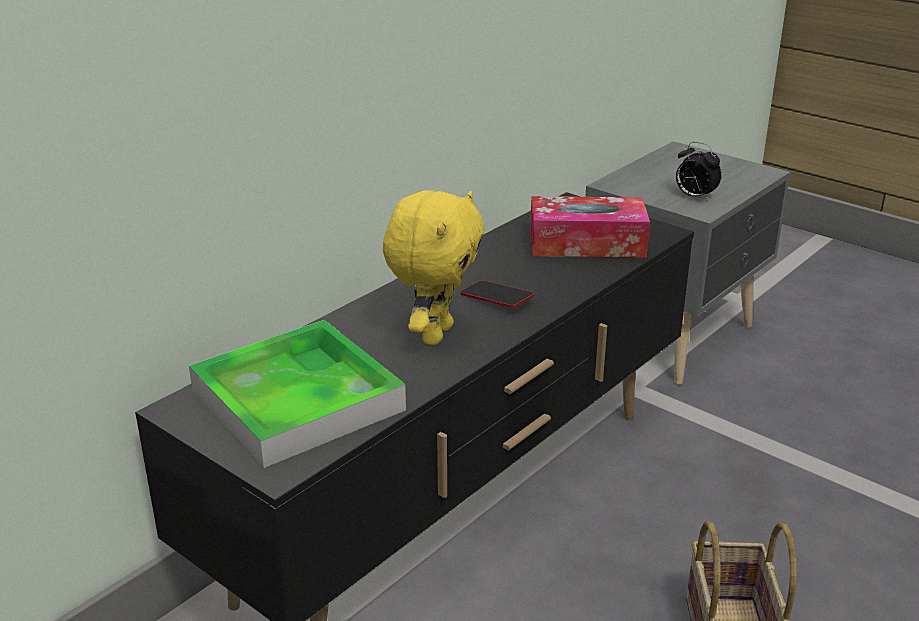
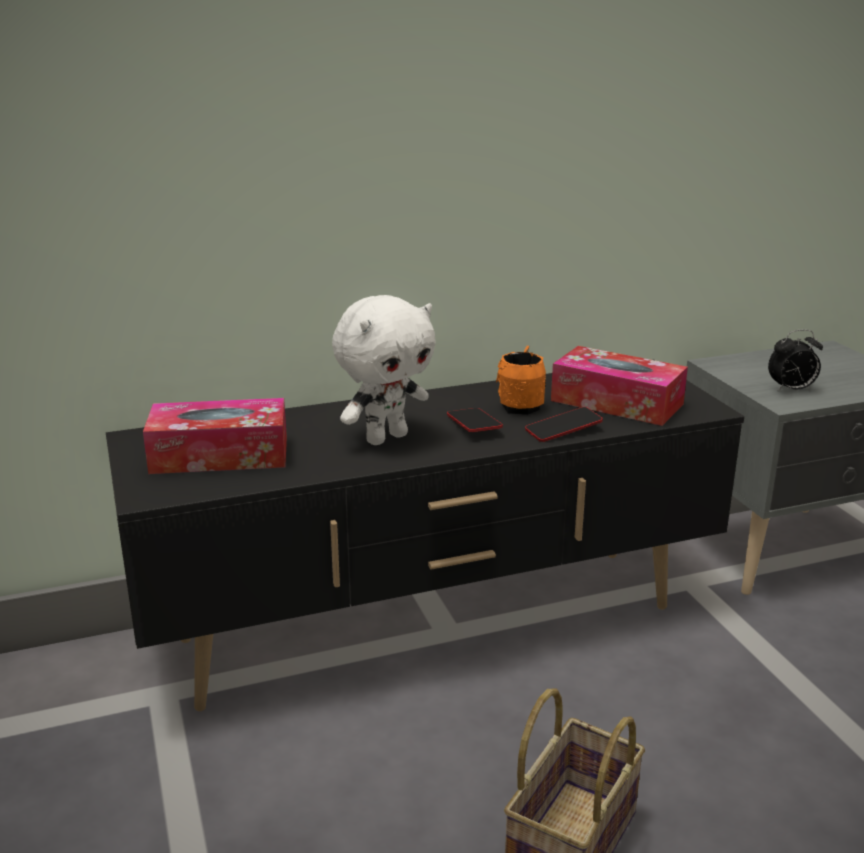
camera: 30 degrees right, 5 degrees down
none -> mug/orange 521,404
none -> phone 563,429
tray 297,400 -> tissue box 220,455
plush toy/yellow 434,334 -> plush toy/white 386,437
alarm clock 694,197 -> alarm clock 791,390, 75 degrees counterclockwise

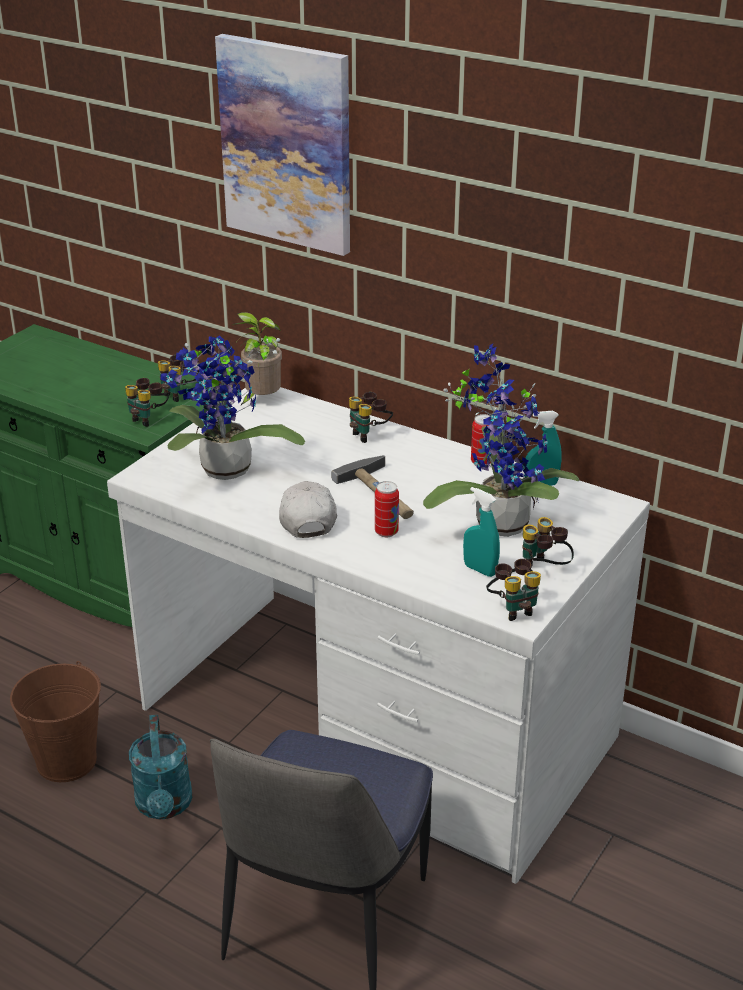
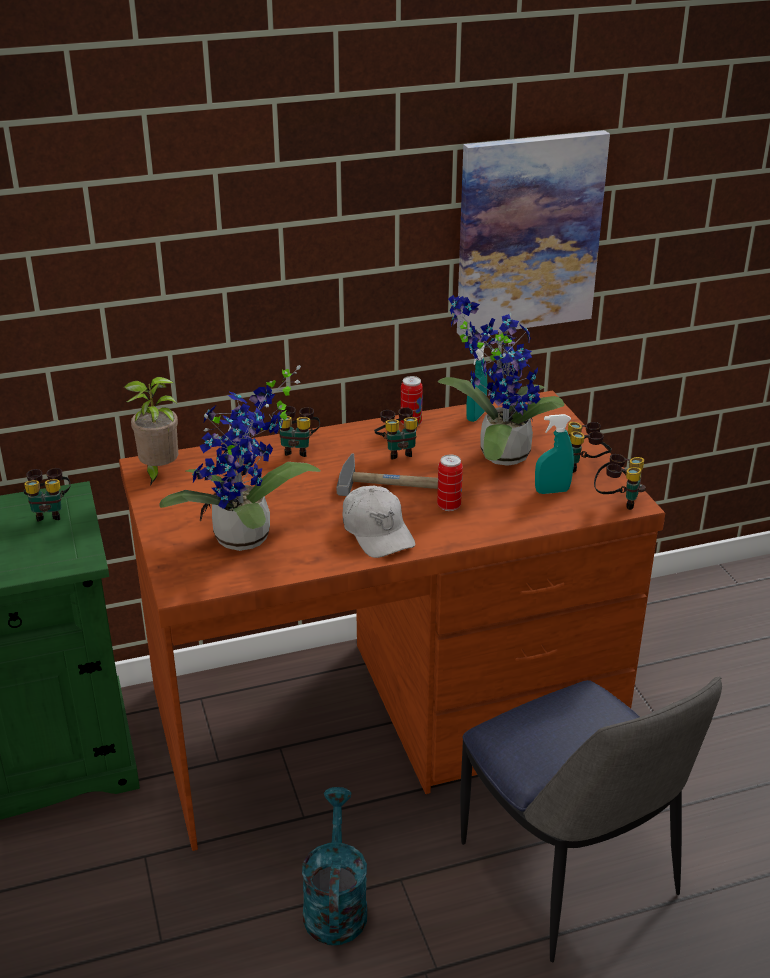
camera: 50 degrees left, 0 degrees up
bucket/brown 66,761 -> none
binoculars 148,419 -> binoculars 398,451, move
picture 287,144 -> picture 528,234, move
desk/white 376,725 -> desk/brown 385,718
watering can/turquoise 164,806 -> watering can/turquoise 335,903, 120 degrees counterclockwise
cap/white 307,518 -> cap/white 377,532, 150 degrees counterclockwise

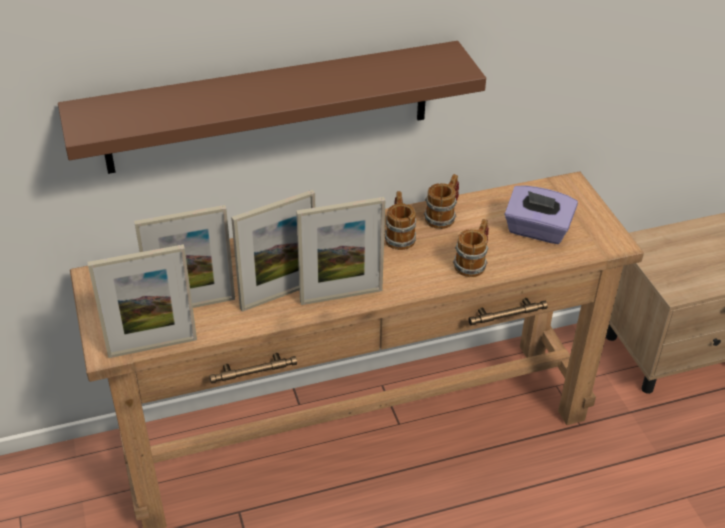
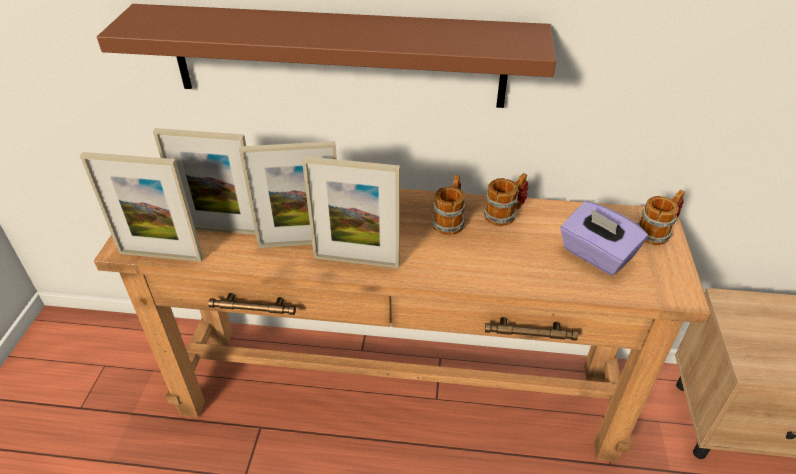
camera: 25 degrees right, 0 degrees up
mug 473,263 -> mug 657,232, move

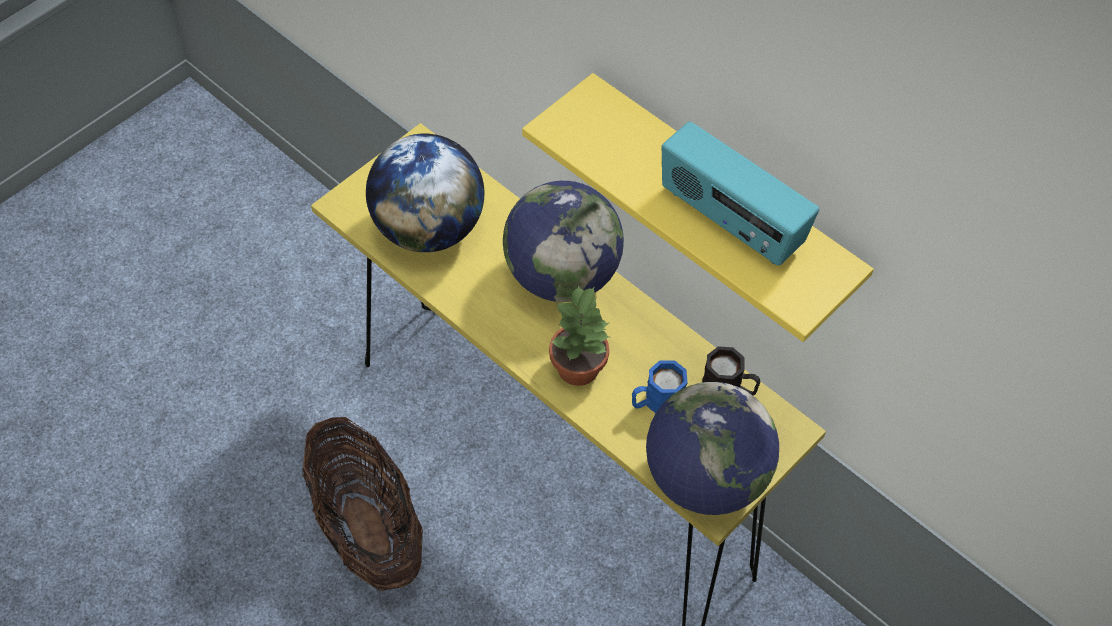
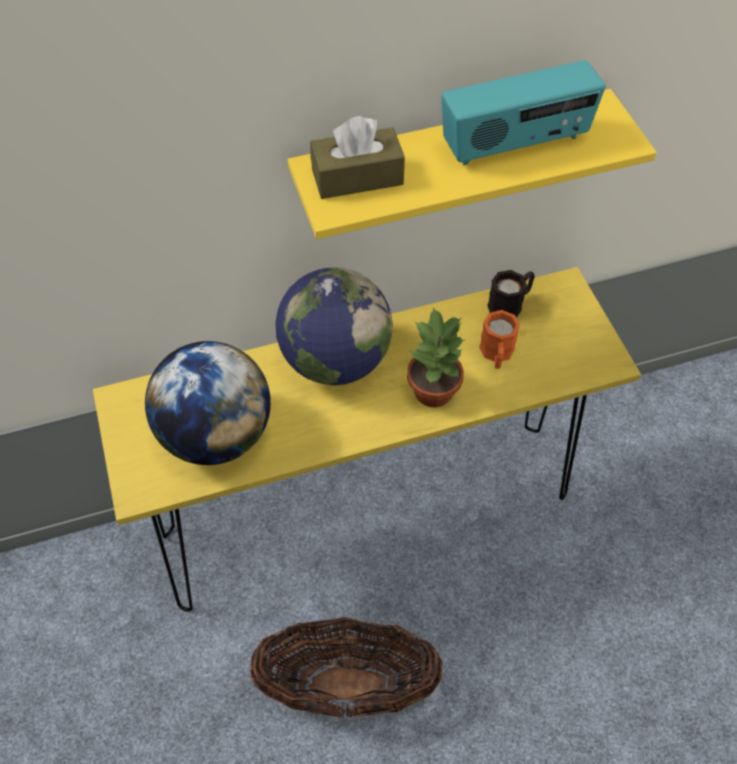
camera: 60 degrees left, 0 degrees up
globe 705,479 -> none
none -> tissue box/brown 357,177
mug/blue 656,402 -> mug/orange 496,354

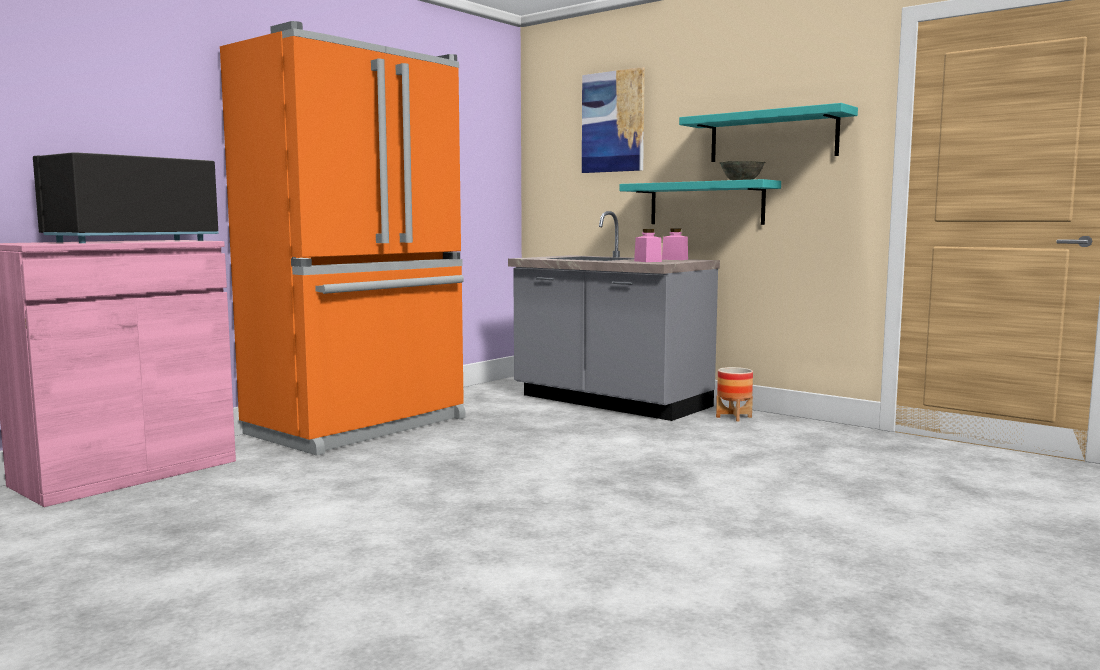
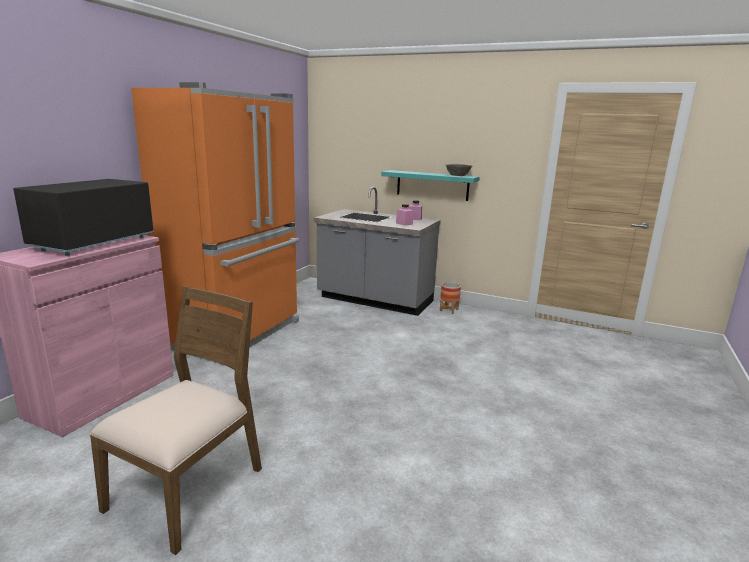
camera: 15 degrees left, 10 degrees up
picture 613,122 -> none
shelf/turquoise 773,136 -> none
none -> chair/brown 189,489

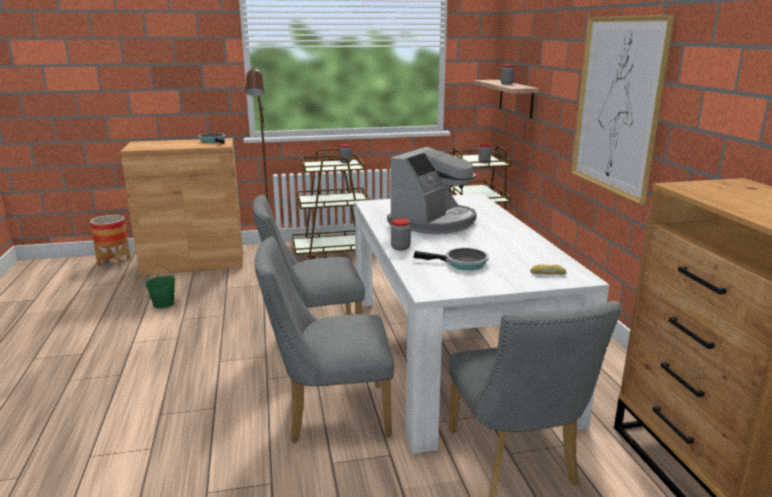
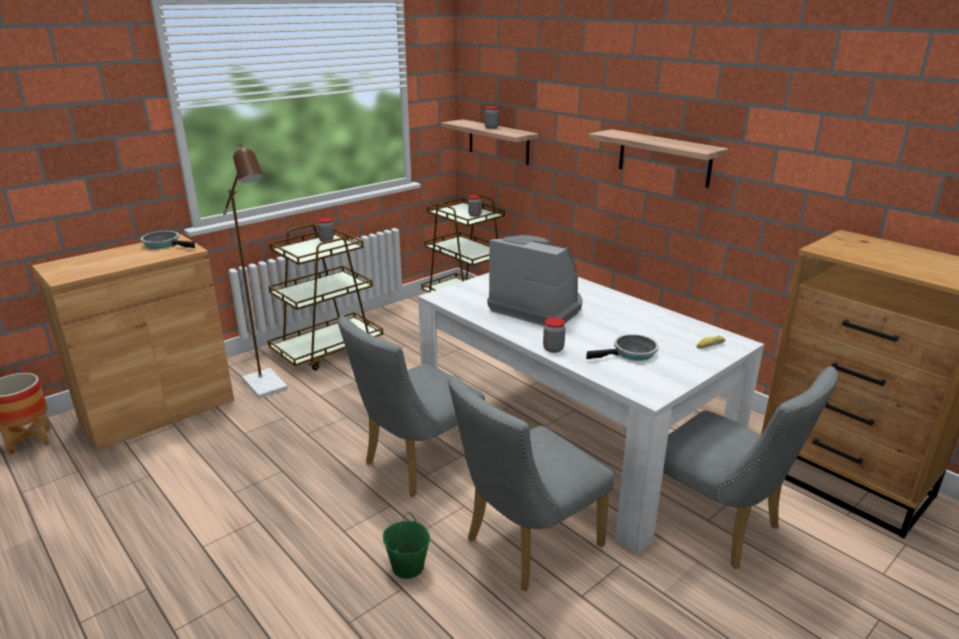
camera: 30 degrees left, 5 degrees up
bucket/green 163,304 -> bucket/green 407,567, move
picture 617,105 -> shelf 664,158
coffee machine 433,222 -> coffee machine 537,307, 60 degrees counterclockwise

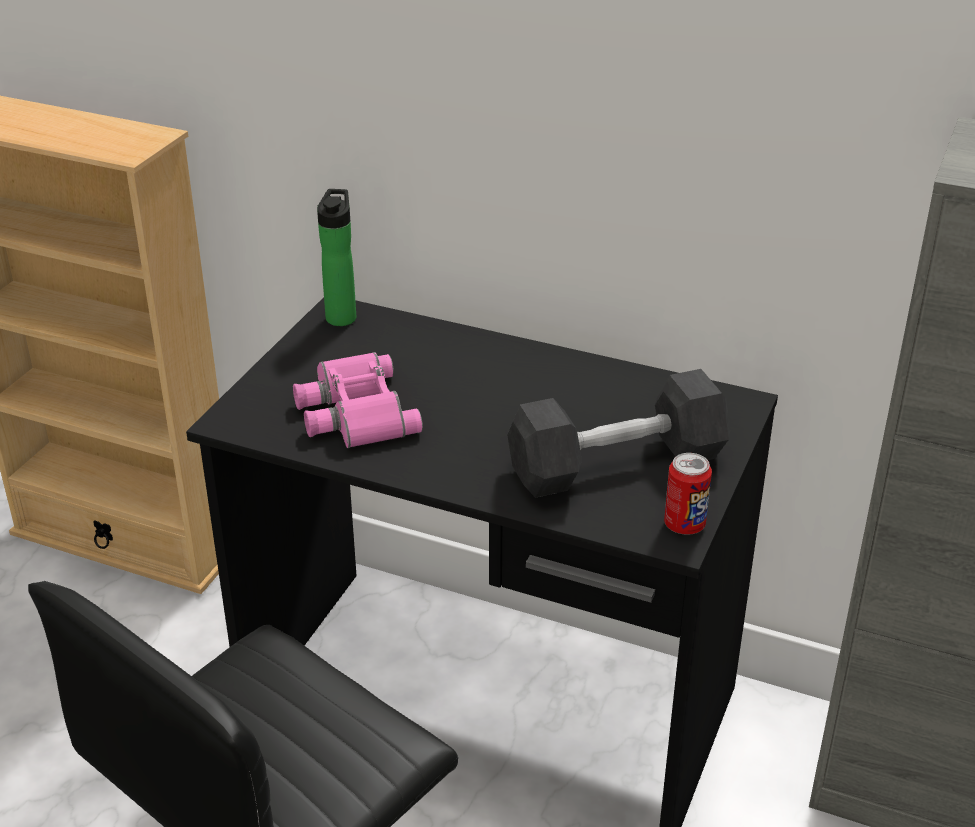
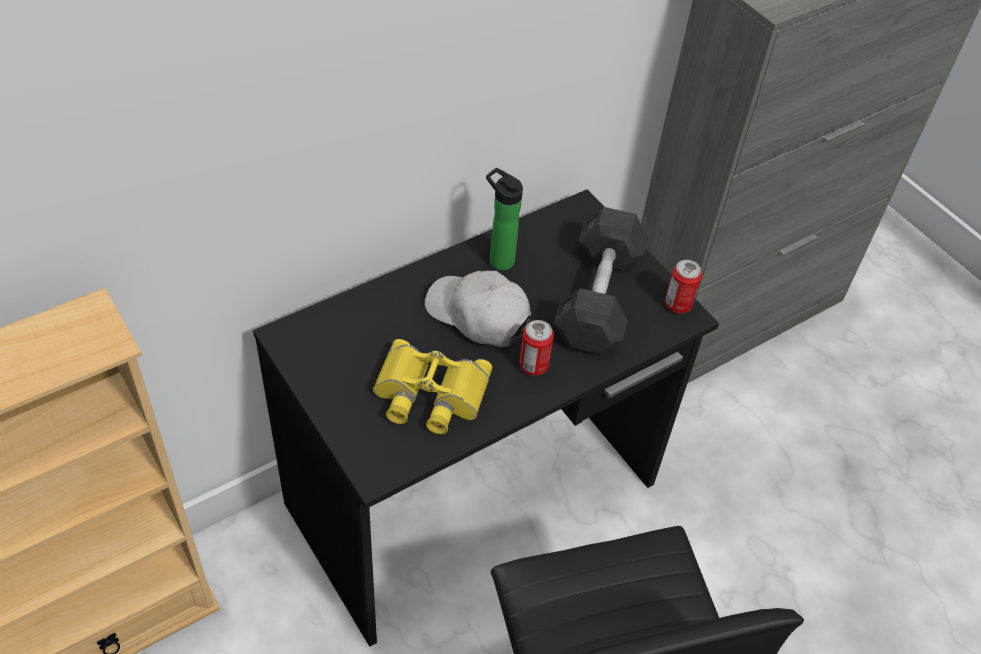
camera: 60 degrees left, 15 degrees up
none -> cap/white 478,315
none -> can 533,365
bottle 342,316 -> bottle 498,259, move
binoculars/pink 353,412 -> binoculars/yellow 428,395

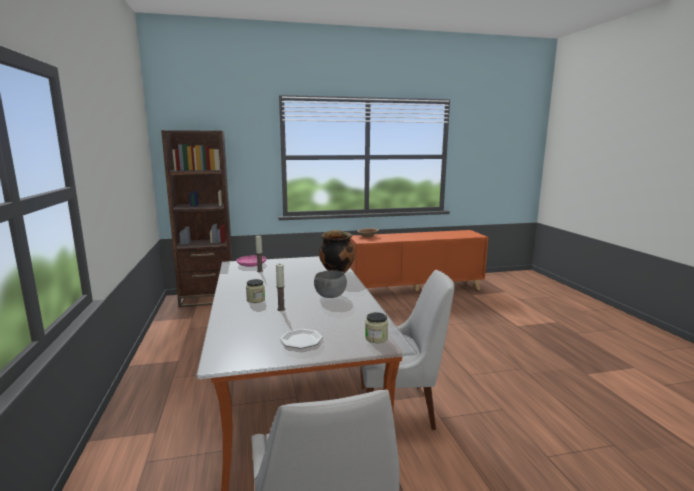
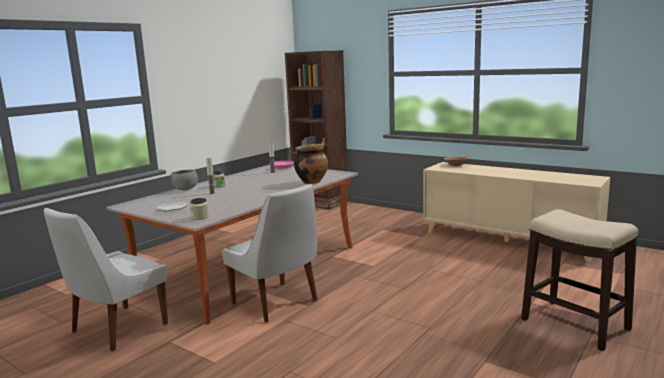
camera: 50 degrees right, 0 degrees up
none -> stool 574,324
bowl/grey 330,296 -> bowl/grey 185,189, move
cabinet/orange 416,289 -> cabinet/beige 508,240

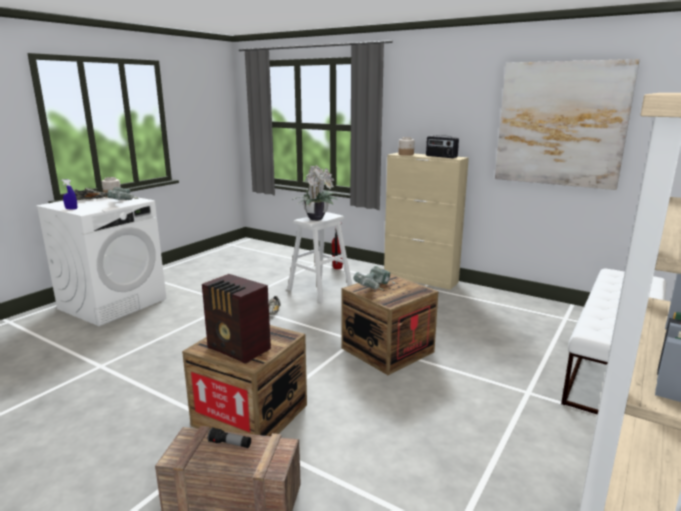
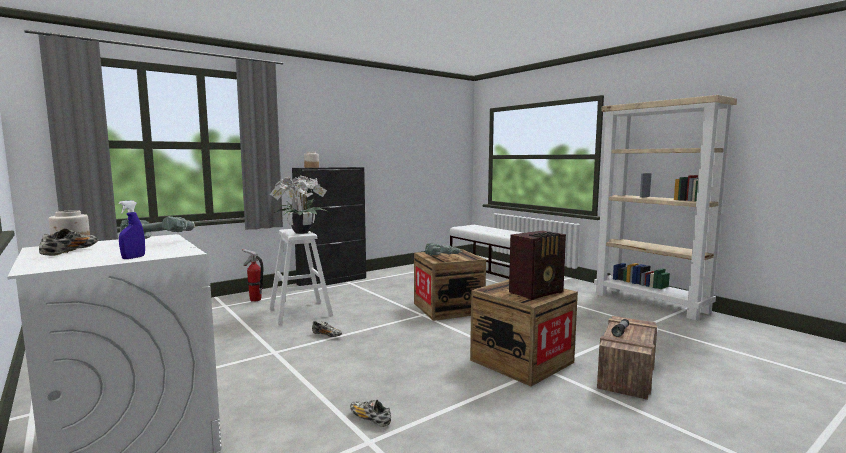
camera: 70 degrees left, 10 degrees down
radio 441,156 -> none
picture 560,124 -> none
none -> shoe 369,419
cabinet/beige 420,279 -> cabinet/black 332,281

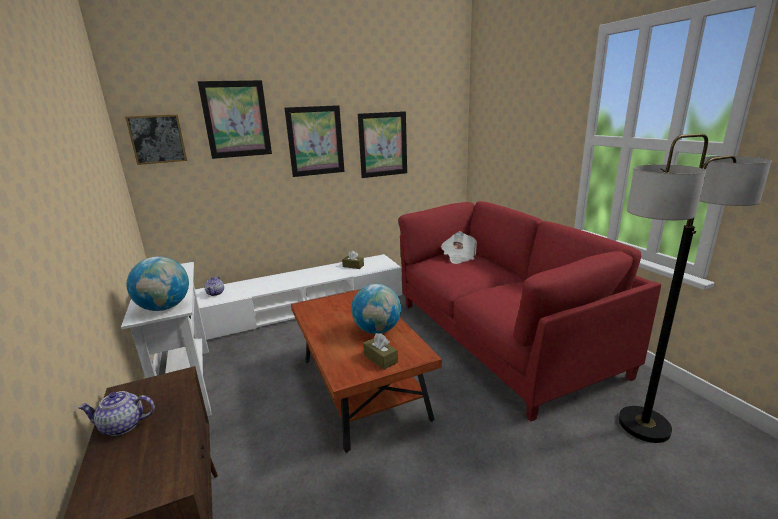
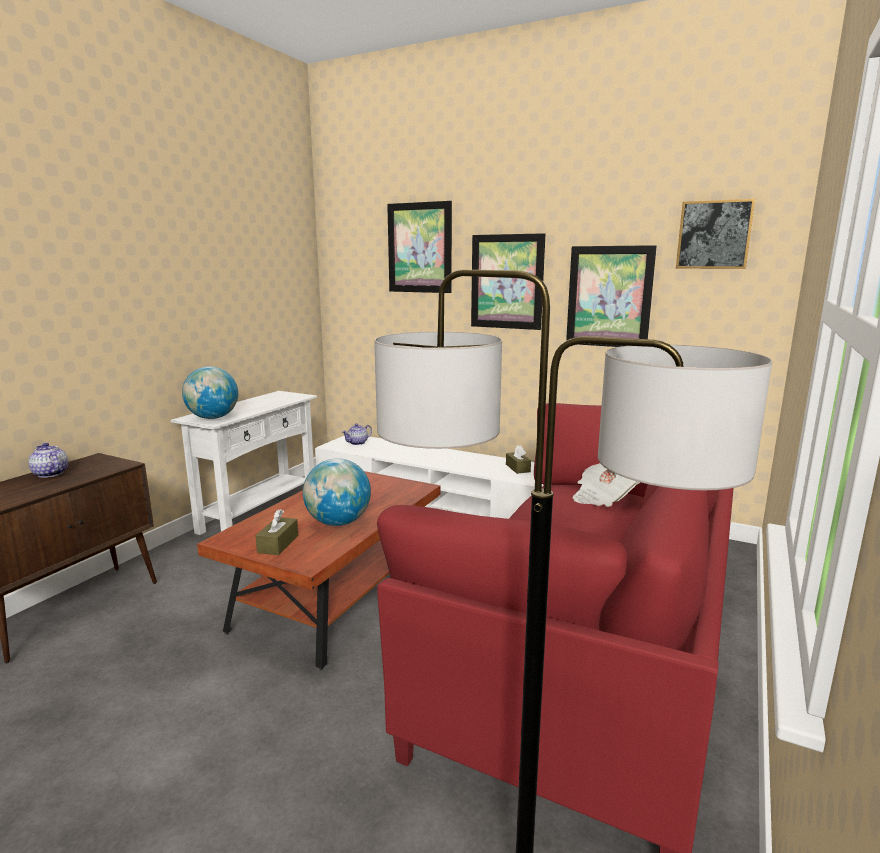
camera: 50 degrees right, 5 degrees down
picture 157,139 -> picture 714,235, move

